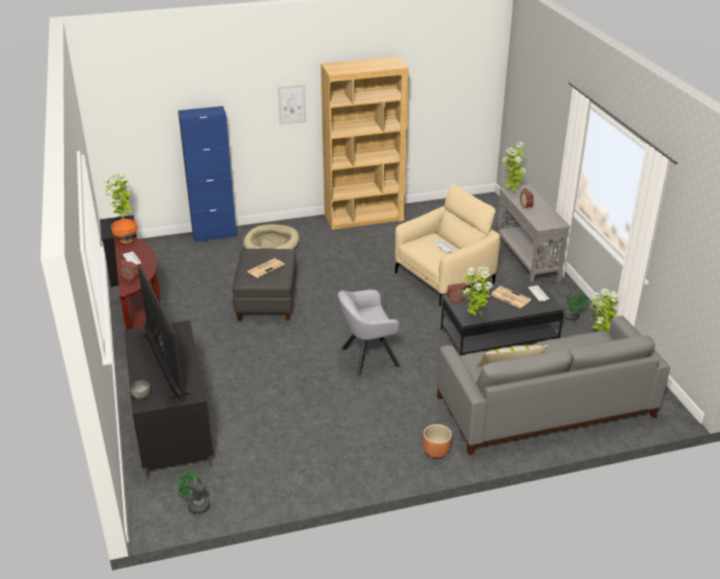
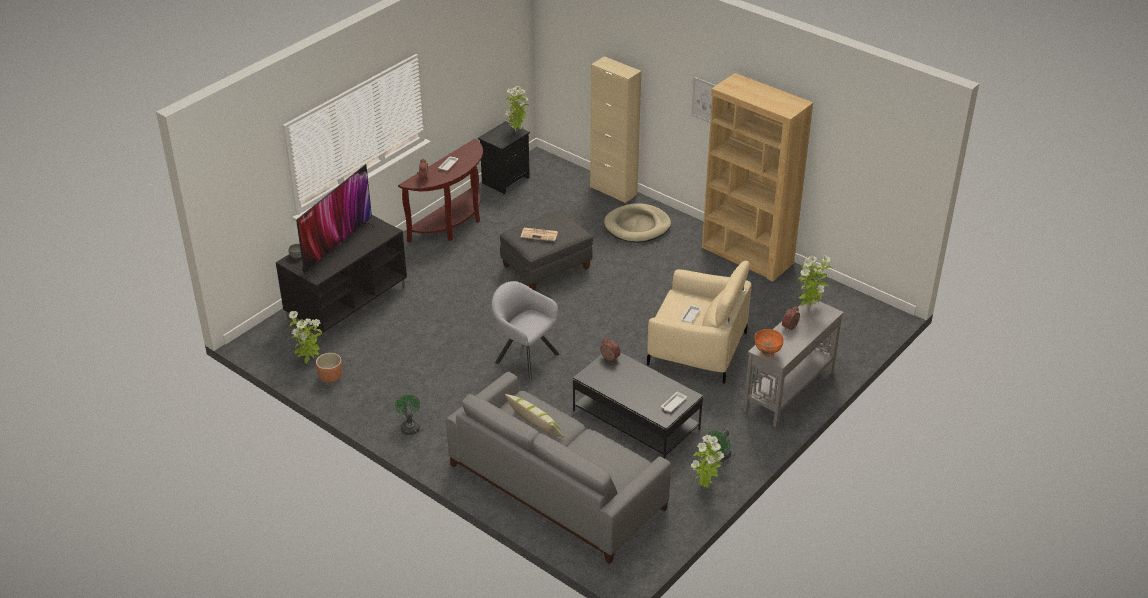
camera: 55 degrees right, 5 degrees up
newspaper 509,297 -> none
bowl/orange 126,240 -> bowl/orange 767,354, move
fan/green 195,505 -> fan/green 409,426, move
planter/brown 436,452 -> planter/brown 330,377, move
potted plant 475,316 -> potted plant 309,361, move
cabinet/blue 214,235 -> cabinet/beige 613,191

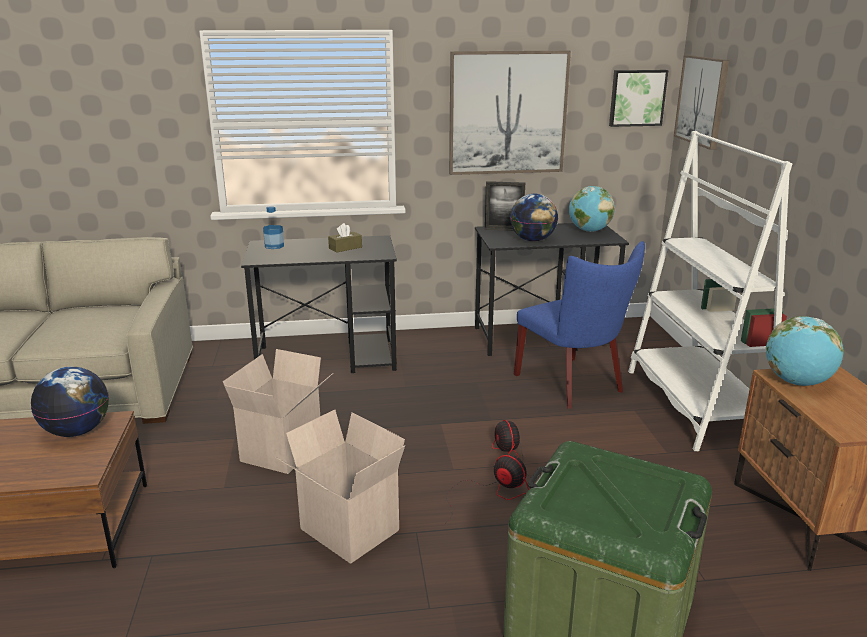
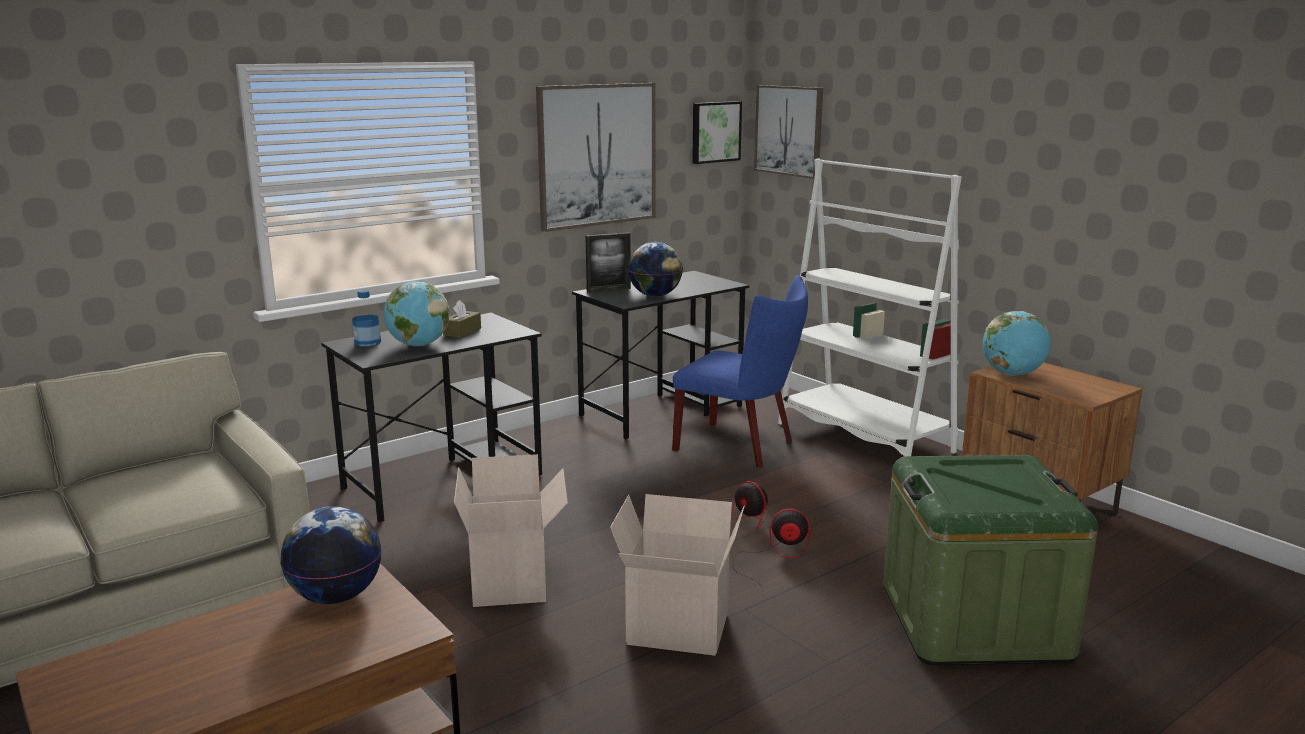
camera: 30 degrees left, 5 degrees down
globe 589,231 -> globe 418,345, move

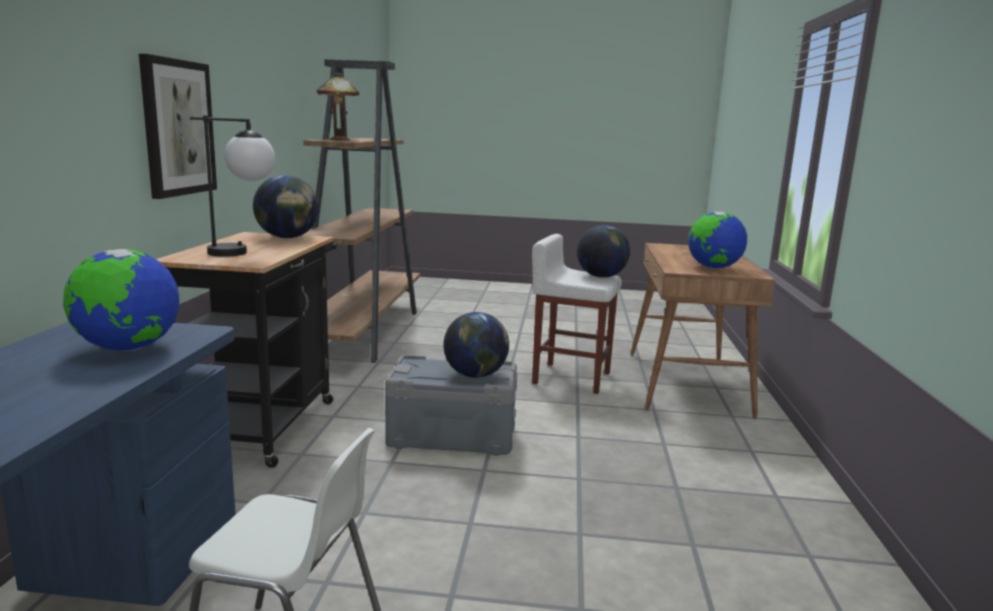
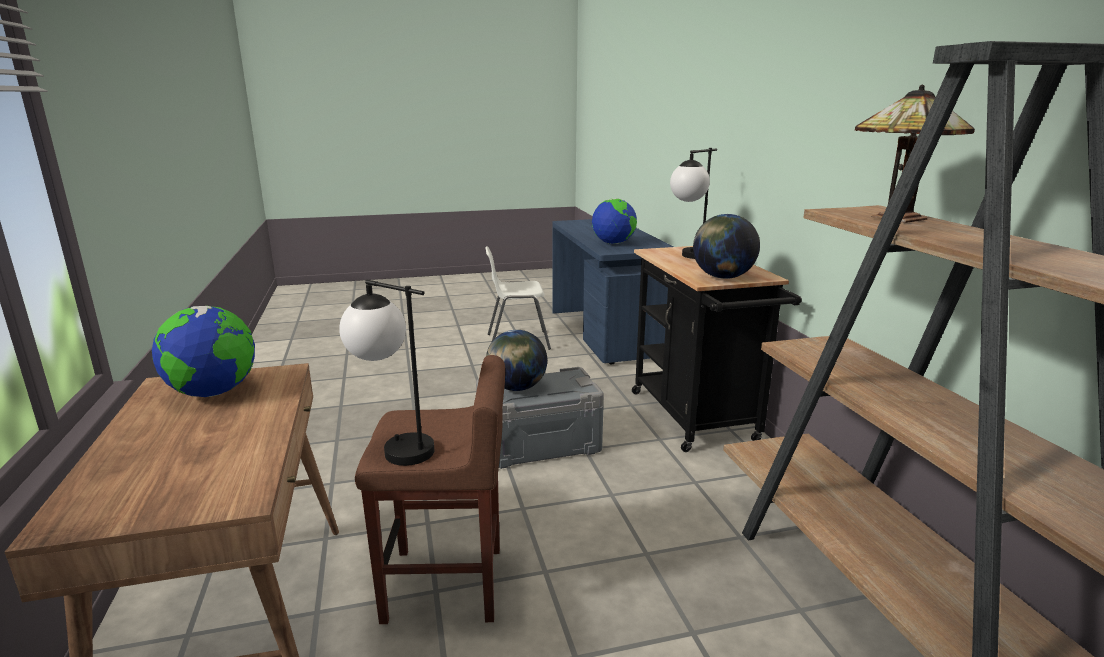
camera: 160 degrees right, 5 degrees up
picture 178,128 -> none
globe 601,276 -> table lamp 394,447
stool/white 570,377 -> stool/brown 446,584

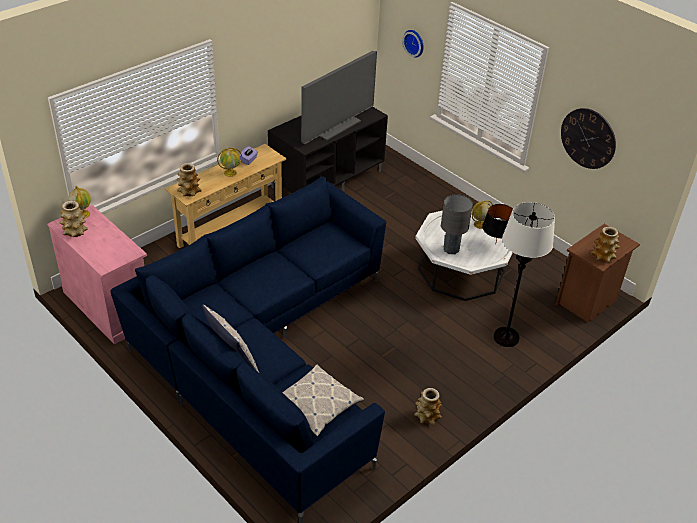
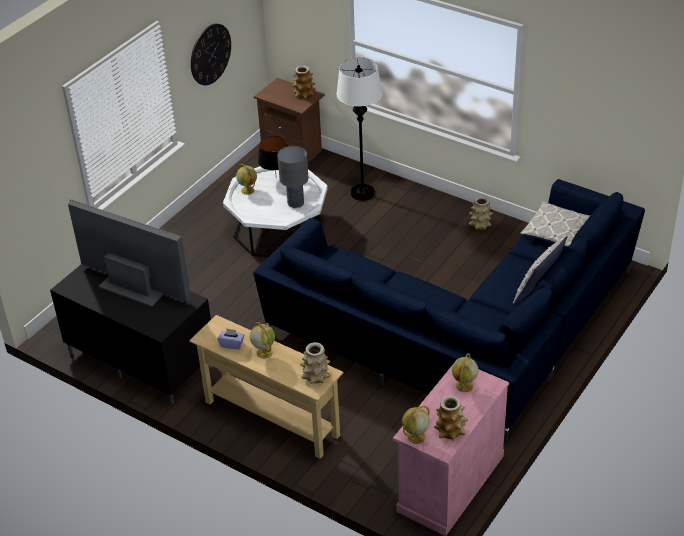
camera: 100 degrees left, 0 degrees up
wall clock 415,42 -> none
none -> globe 464,386

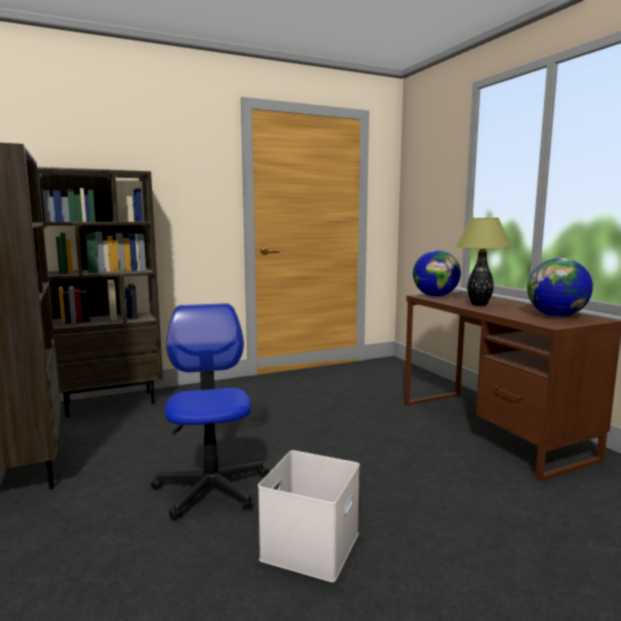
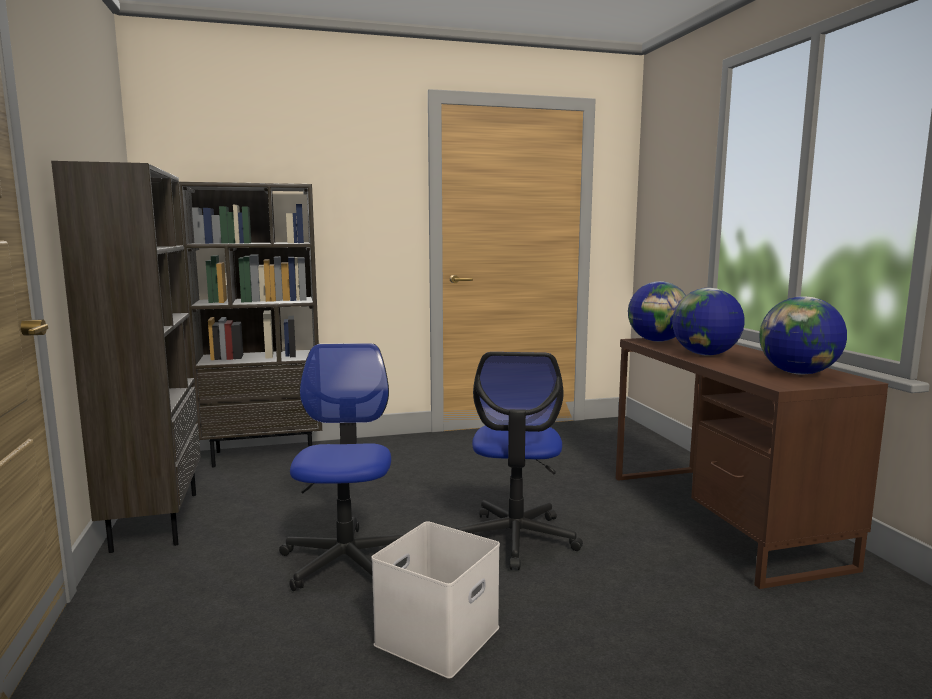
camera: 10 degrees right, 0 degrees up
none -> office chair 515,539
table lamp 479,305 -> globe 705,355

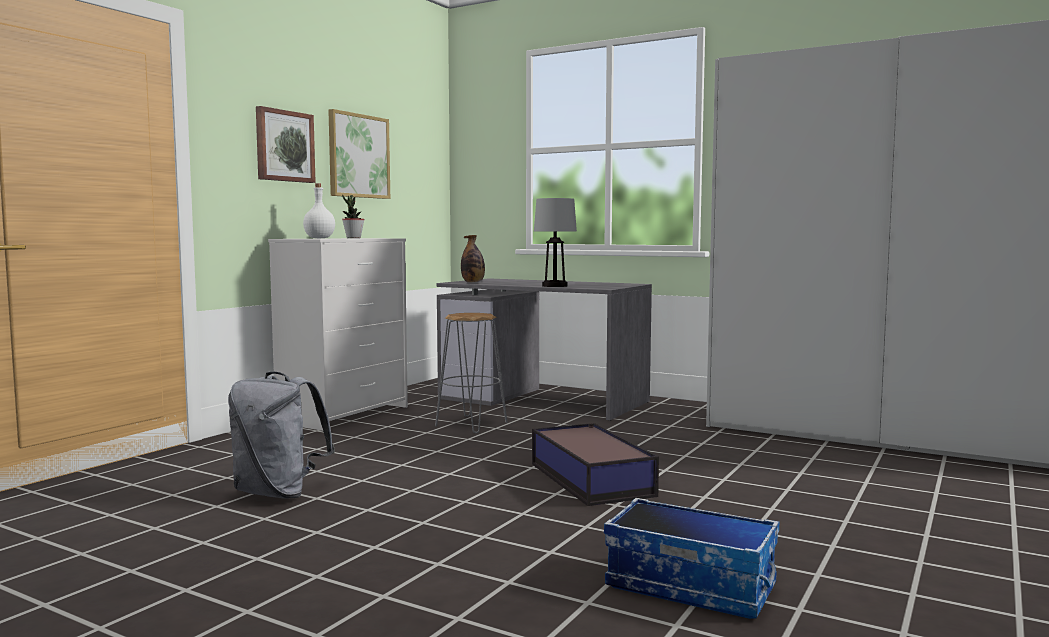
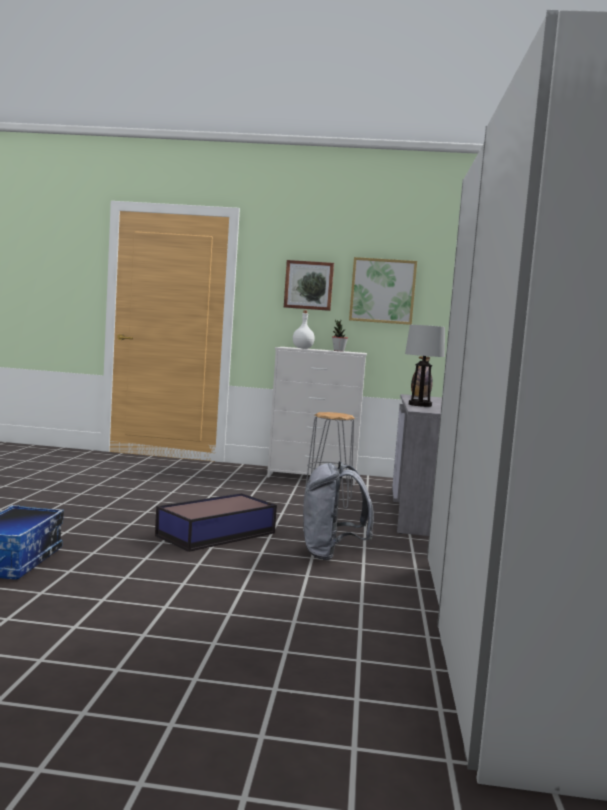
camera: 65 degrees right, 0 degrees up
backpack/grey 279,493 -> backpack/grey 331,555, move

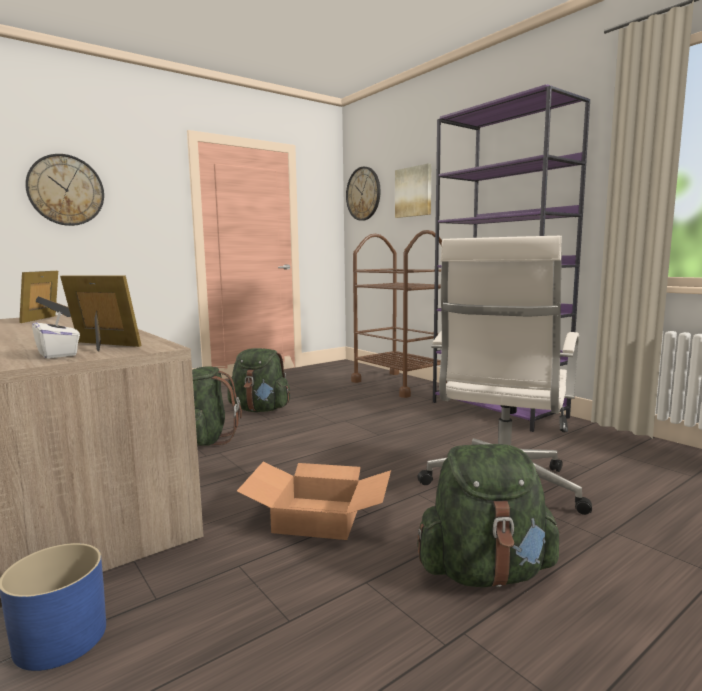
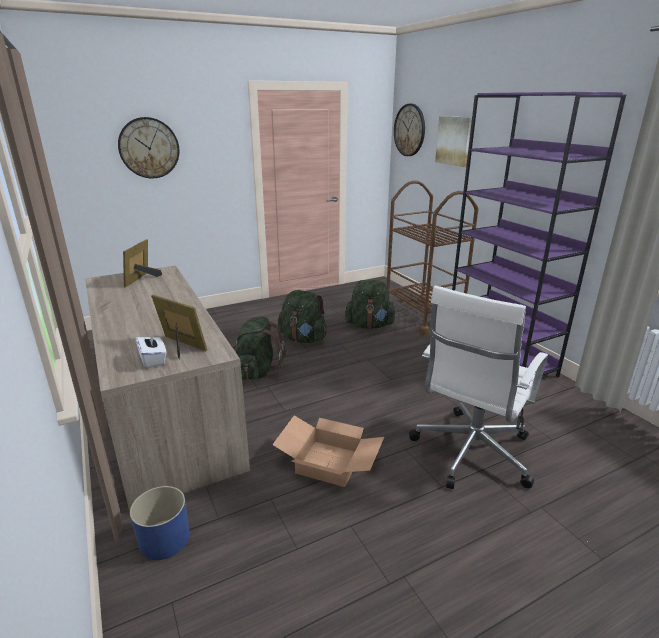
camera: 10 degrees right, 15 degrees up
backpack/green 485,572 -> backpack/green 369,325, move

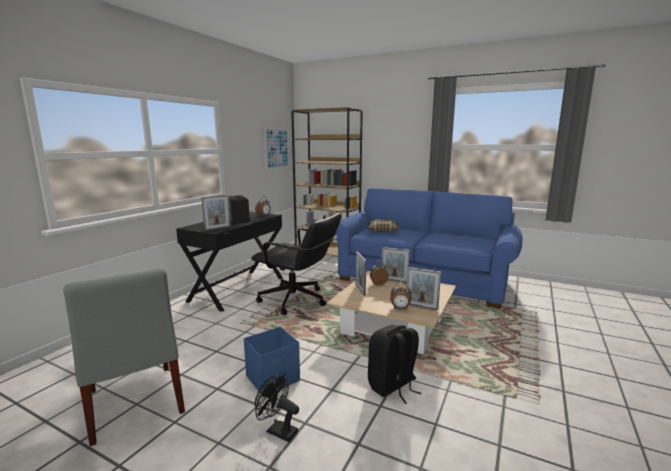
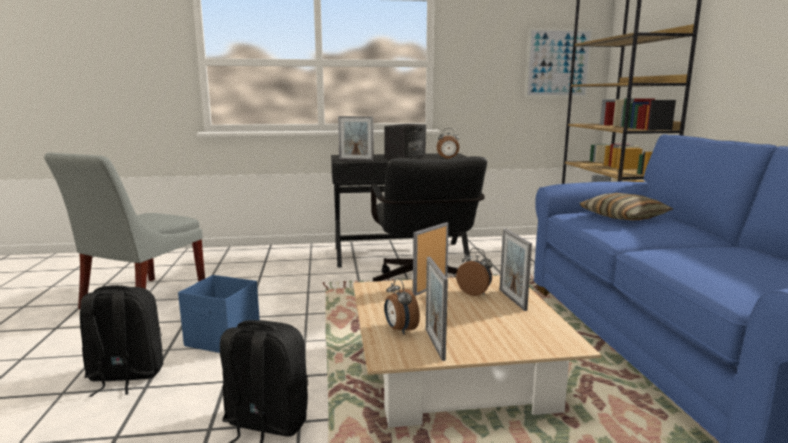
camera: 55 degrees right, 0 degrees up
fan/black 277,430 -> backpack/black 125,376

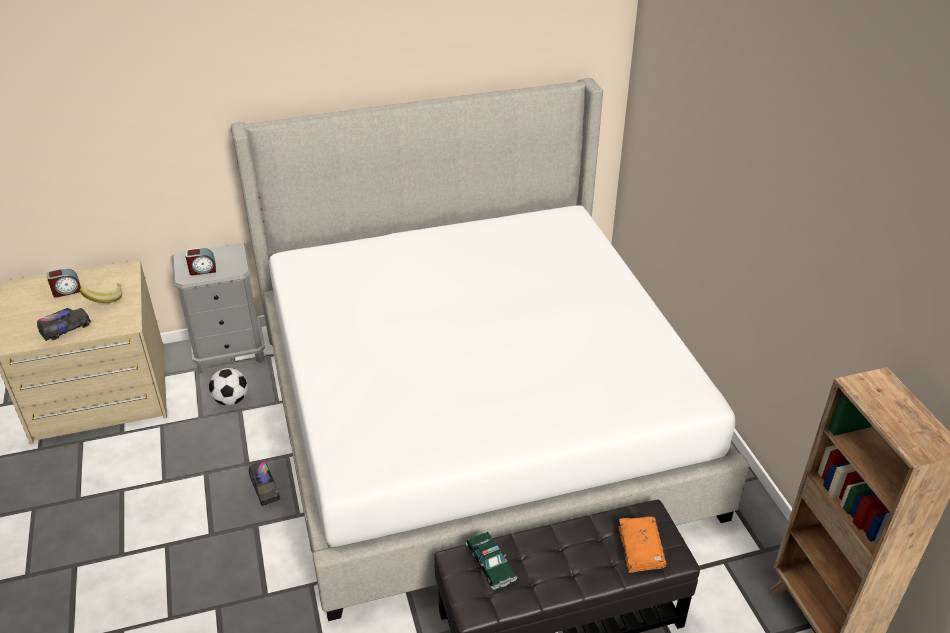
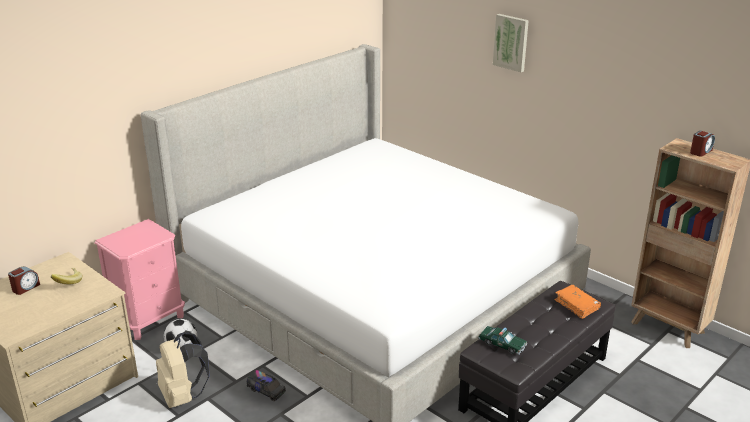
camera: 30 degrees left, 10 degrees down
toy truck 66,329 -> none
none -> backpack/beige 183,396
none -> picture 511,42
alarm clock 202,270 -> alarm clock 701,151, move
nightstand/grey 230,352 -> nightstand/pink 149,319

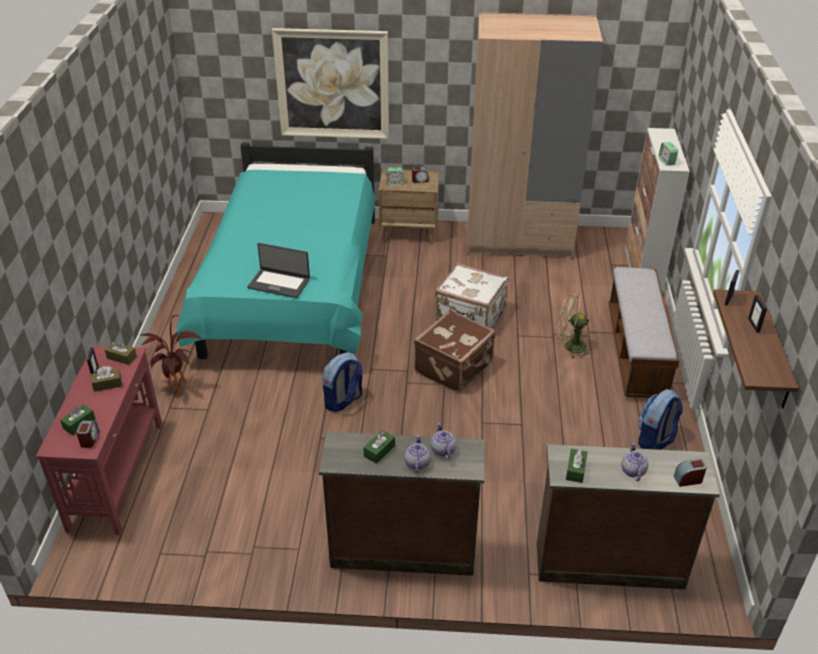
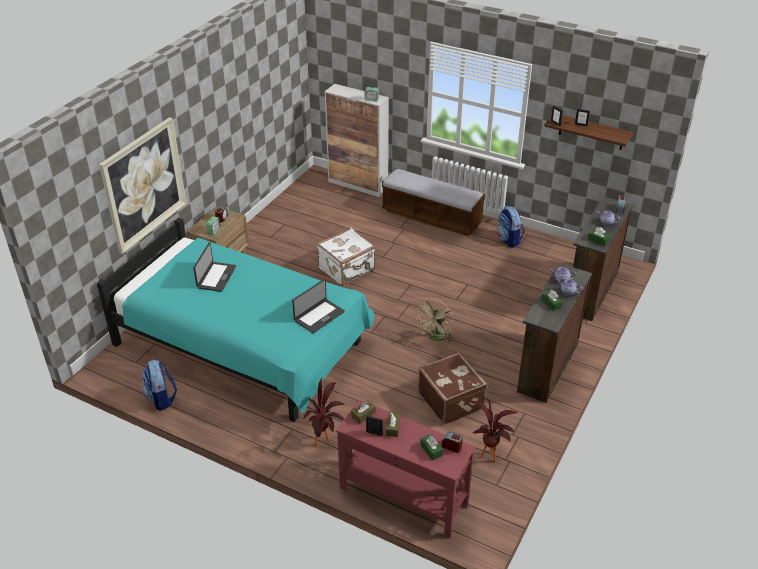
camera: 65 degrees left, 0 degrees up
wardrobe/beige 519,241 -> none
none -> laptop 216,277
none -> potted plant 489,453
backpack 343,401 -> backpack 162,399, move
suitcase/brown 455,368 -> suitcase/brown 451,400, move
fan/beige 569,346 -> fan/beige 436,338, move

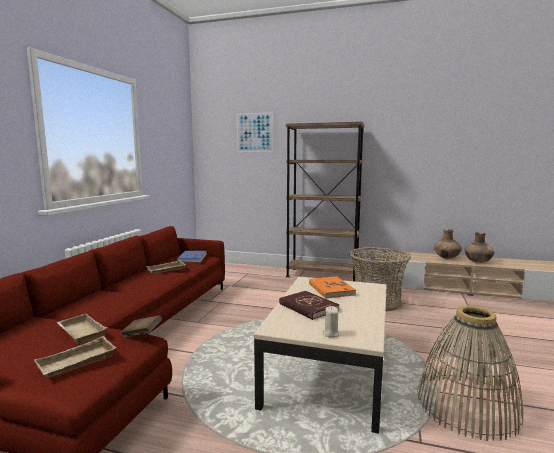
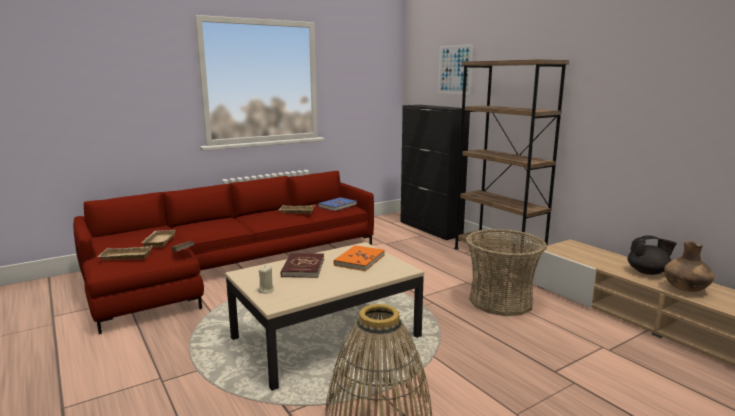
camera: 40 degrees right, 5 degrees up
none -> cabinet/black 430,229
vase/brown 447,258 -> teapot/black 648,272

